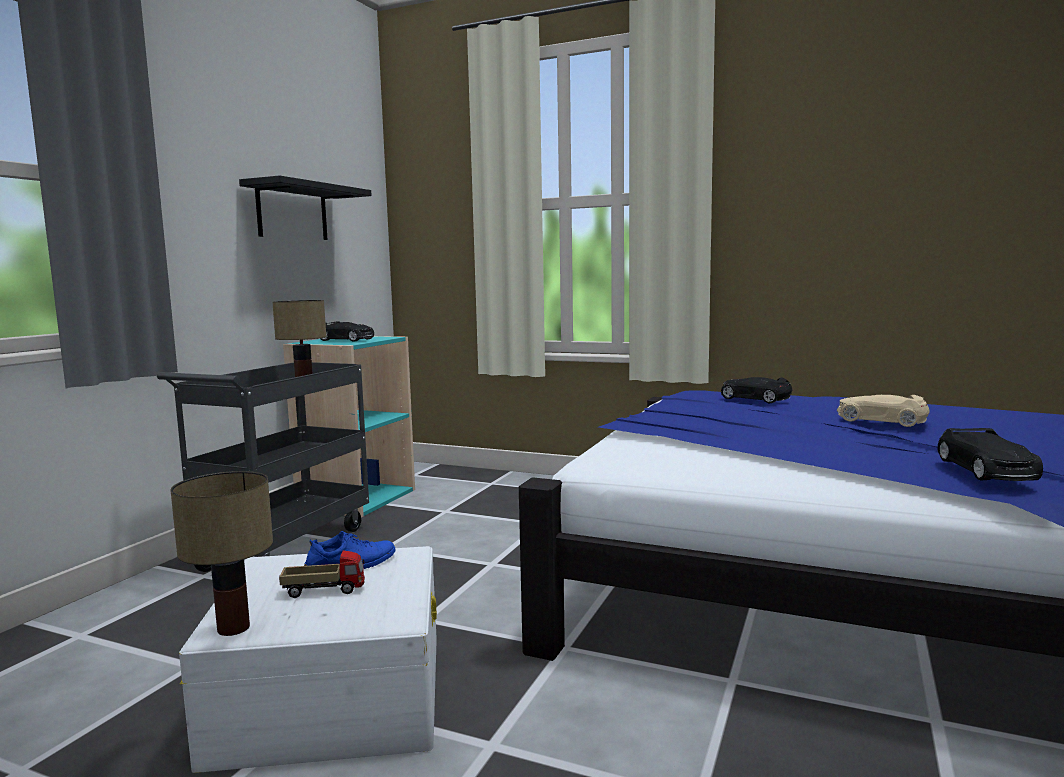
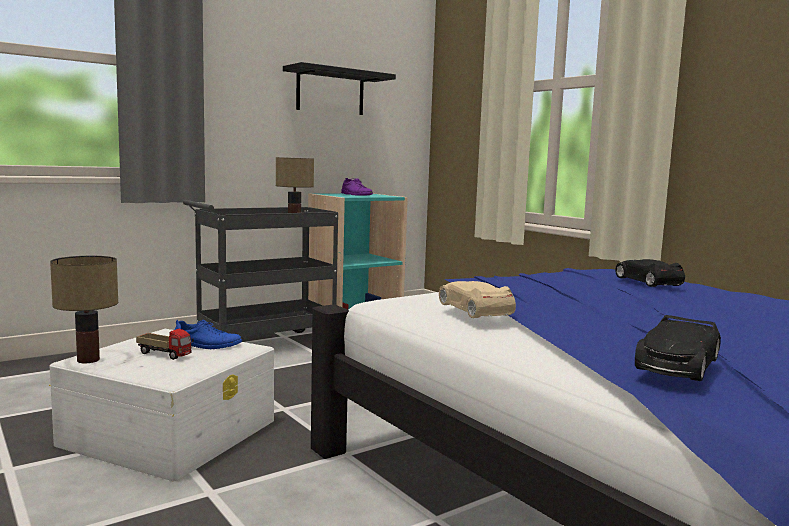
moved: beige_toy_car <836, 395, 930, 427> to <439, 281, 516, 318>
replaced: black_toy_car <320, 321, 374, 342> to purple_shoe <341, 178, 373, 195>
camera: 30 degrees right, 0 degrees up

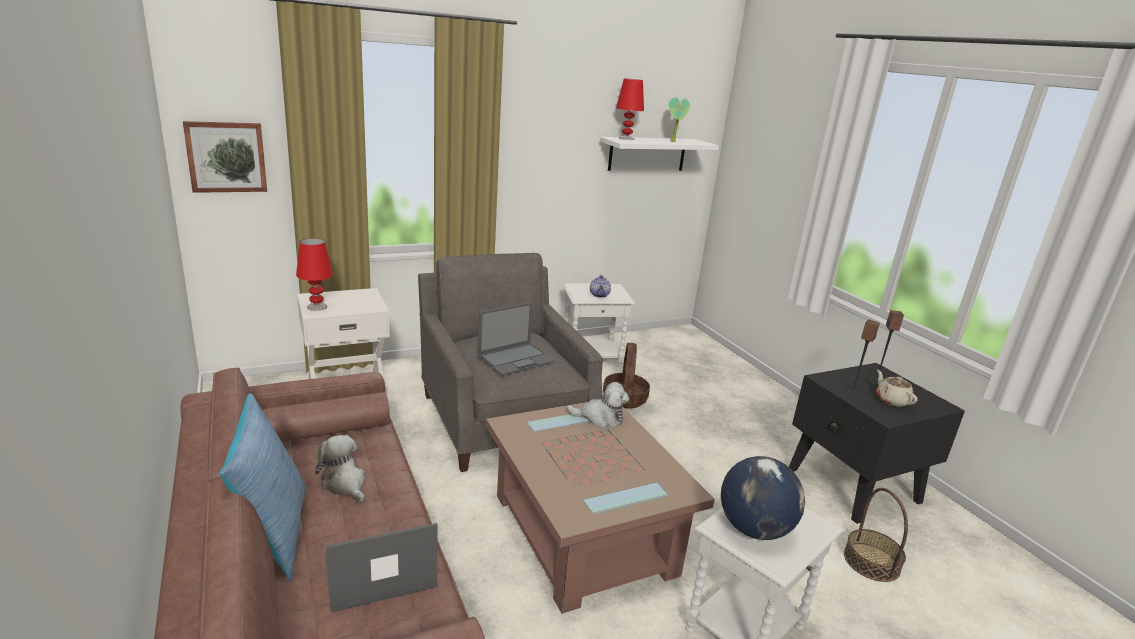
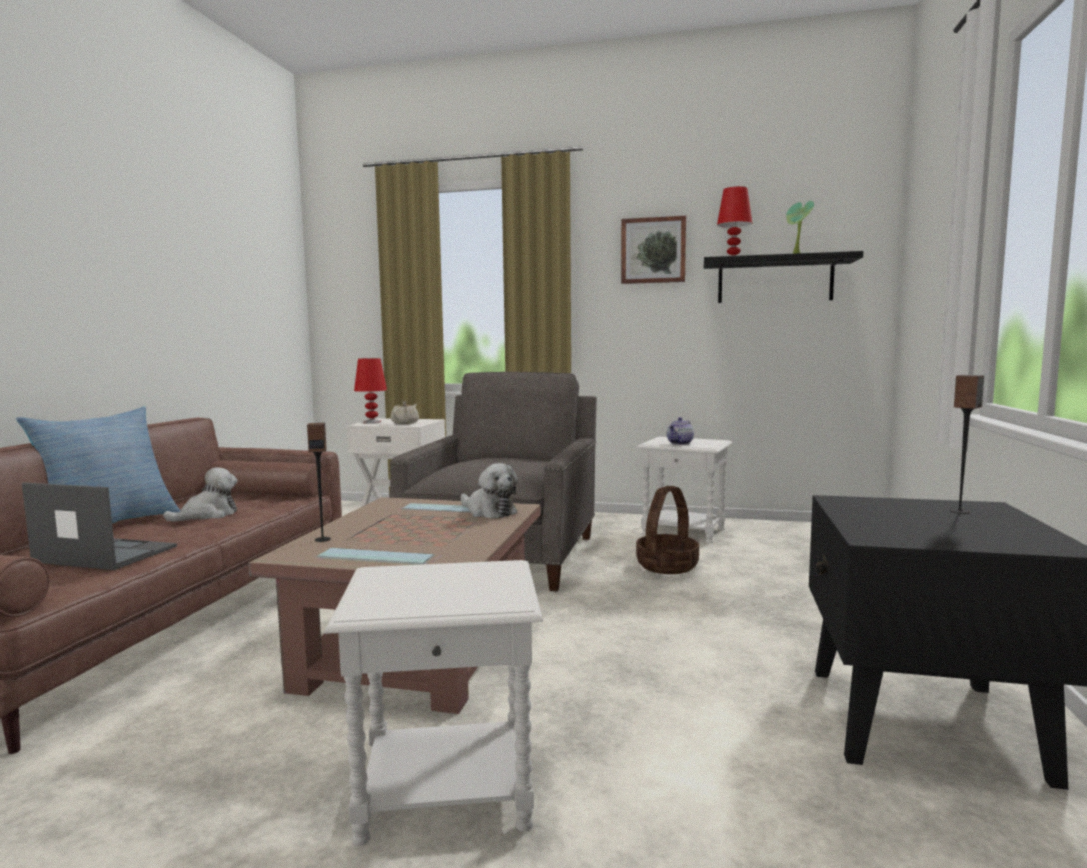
removed: laptop <477, 302, 555, 376>; globe <721, 456, 805, 540>; basket <844, 488, 908, 582>
moved: picture <183, 121, 267, 193> to <621, 216, 686, 284>; speaker <848, 320, 880, 394> to <307, 423, 331, 542>; beige_teapot <877, 370, 918, 407> to <391, 401, 419, 424>
recoloured: white_shelf <600, 137, 719, 171> to black_shelf <704, 251, 863, 303>
turned: plush_toy <315, 435, 365, 503> = <163, 467, 238, 522> 45 degrees clockwise
camera: 40 degrees right, 15 degrees down

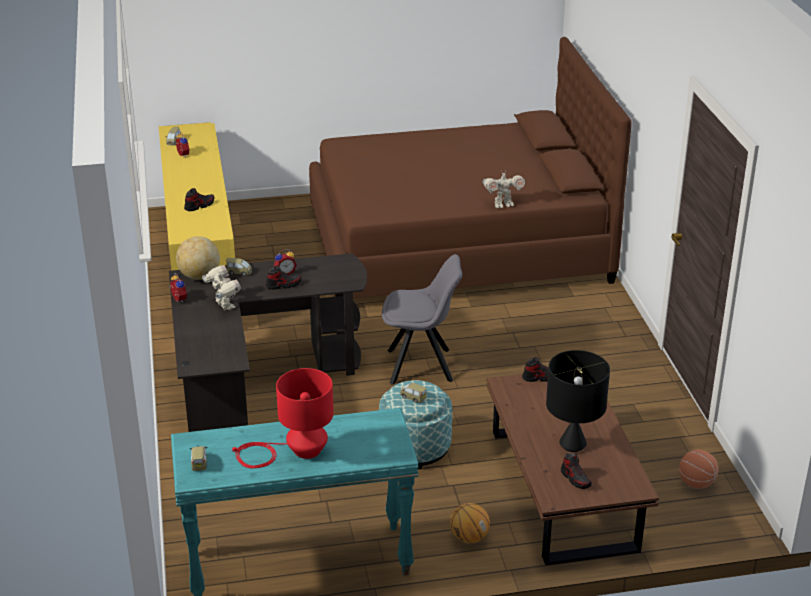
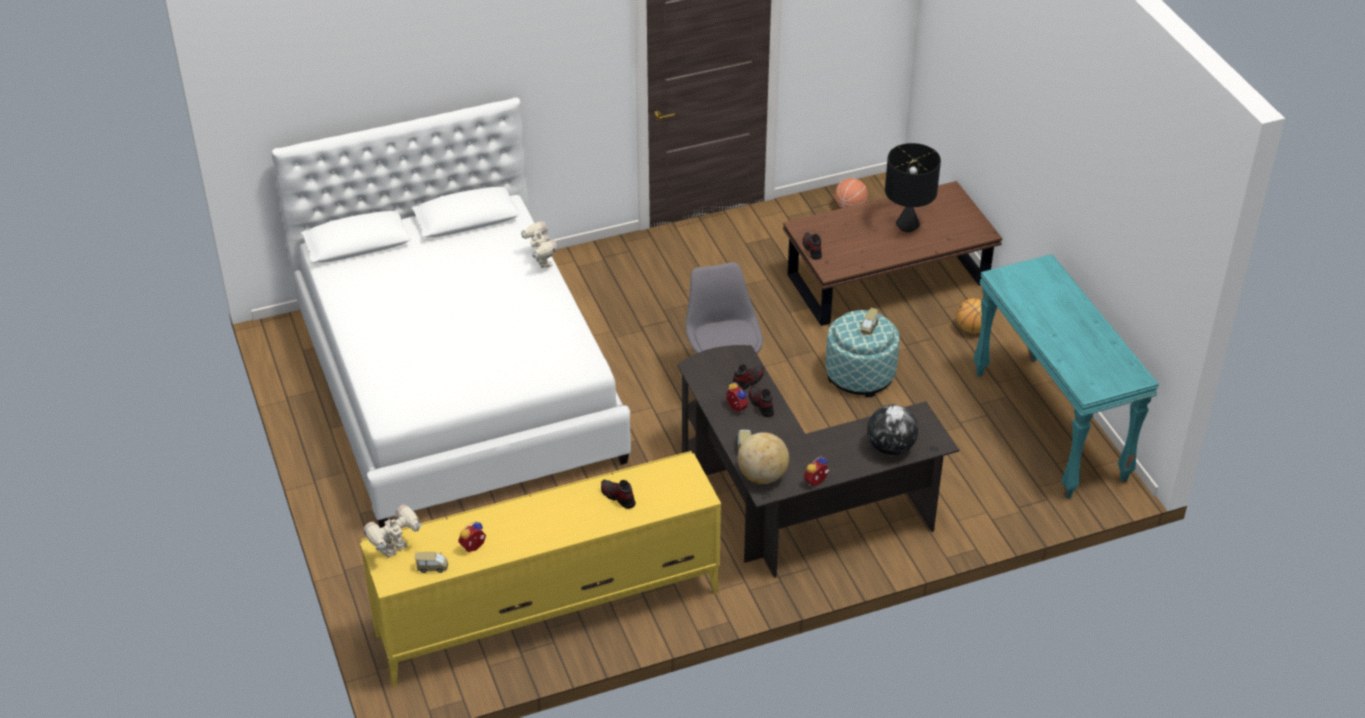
removed: toy_car <190, 446, 208, 471>; red_table_lamp <232, 368, 334, 468>
added: globe <867, 404, 918, 455>
moved: toy_robot <202, 265, 241, 311> to <363, 504, 422, 558>; shoe <561, 453, 592, 489> to <733, 364, 764, 390>
recoloured: brown_bed <309, 37, 632, 298> to white_bed <272, 98, 631, 528>
camera: 100 degrees left, 10 degrees up

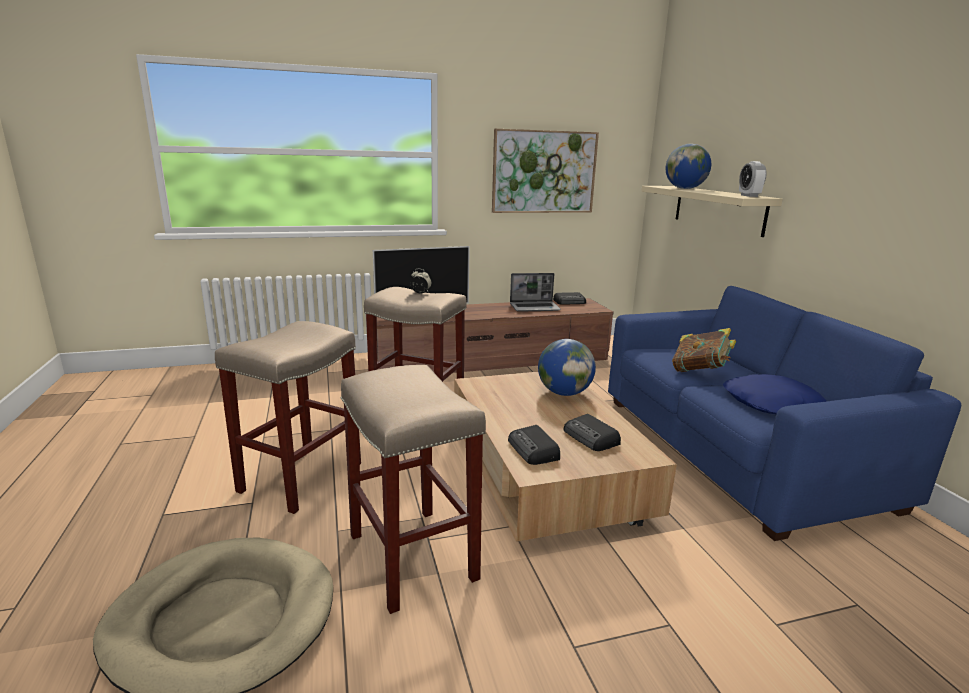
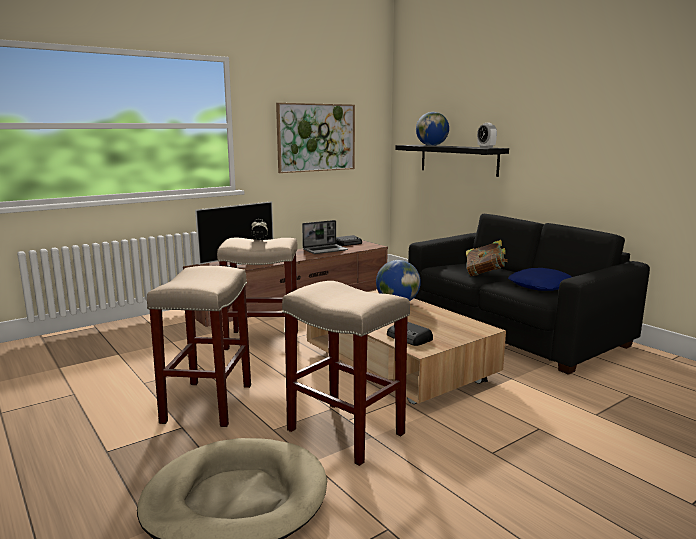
removed: radio <563, 414, 621, 451>
recoloured: blue_sofa <608, 286, 961, 541> to black_sofa <408, 214, 650, 375>; beige_shelf <641, 186, 783, 237> to black_shelf <396, 145, 509, 177>
camera: 20 degrees left, 5 degrees down

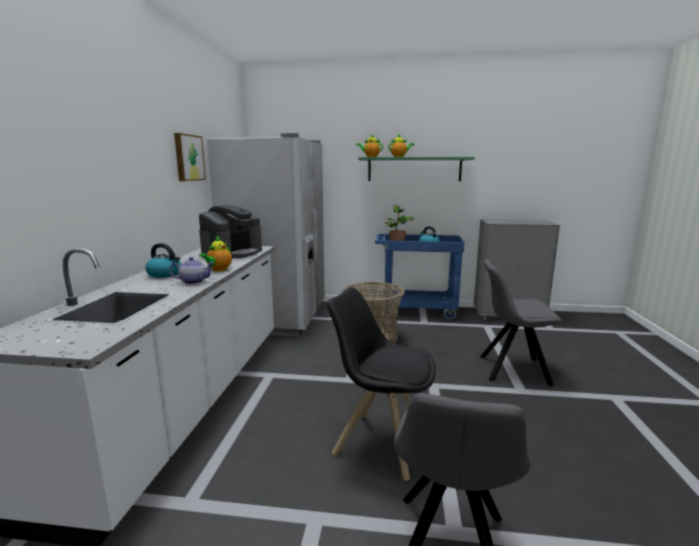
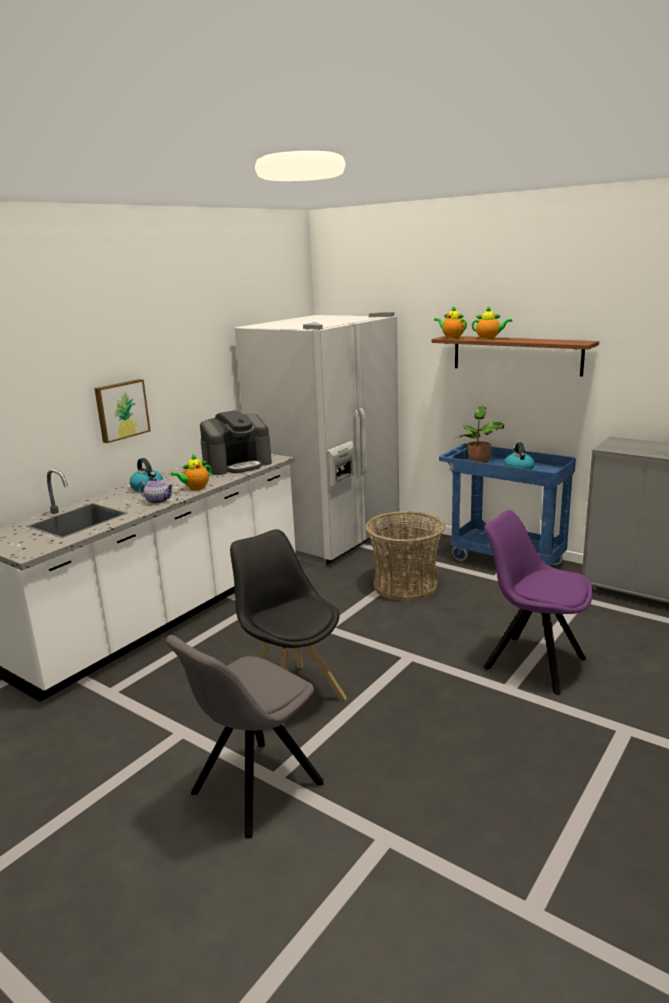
moved: picture <174, 133, 206, 181> to <94, 379, 151, 443>
recoloured: green_shelf <358, 157, 475, 181> to brown_shelf <431, 336, 599, 376>; grey_chair <480, 259, 562, 387> to purple_chair <483, 510, 593, 695>
camera: 30 degrees right, 5 degrees up

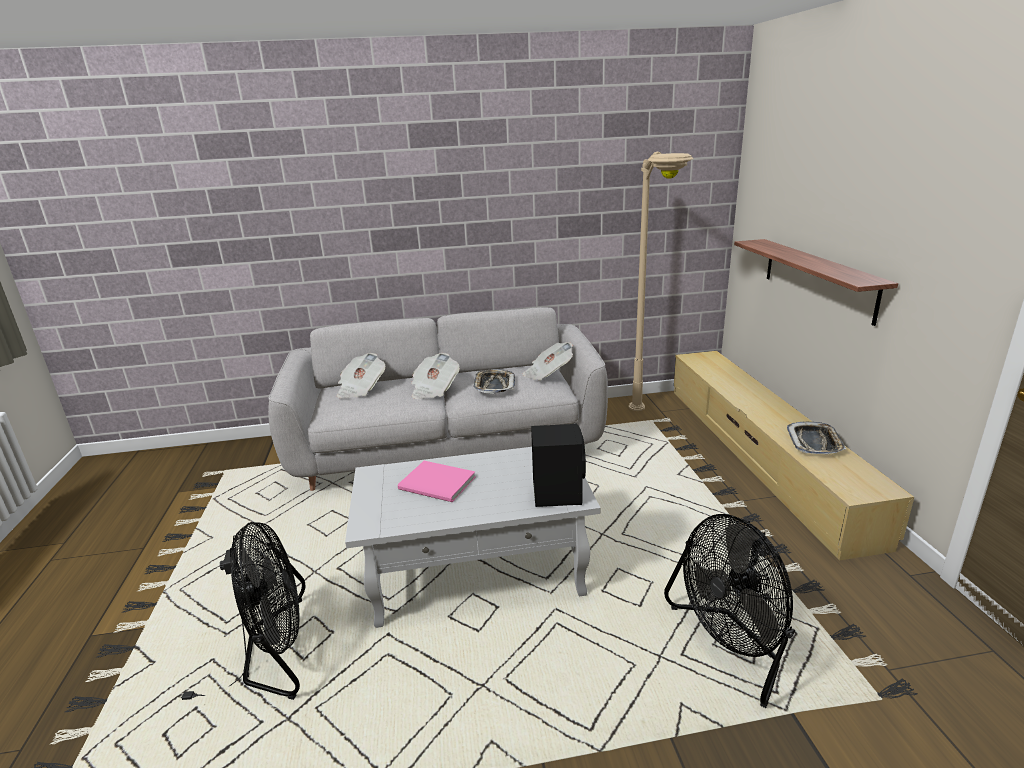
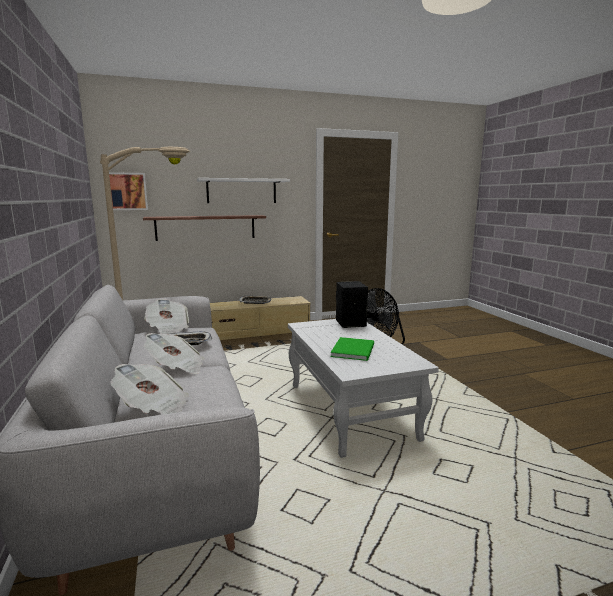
removed: black_fan <180, 522, 305, 700>
added: picture <109, 172, 148, 210>; white_shelf <197, 178, 290, 203>
recoloured: pink_book <398, 461, 476, 502> to green_book <331, 337, 374, 361>
camera: 100 degrees left, 10 degrees down

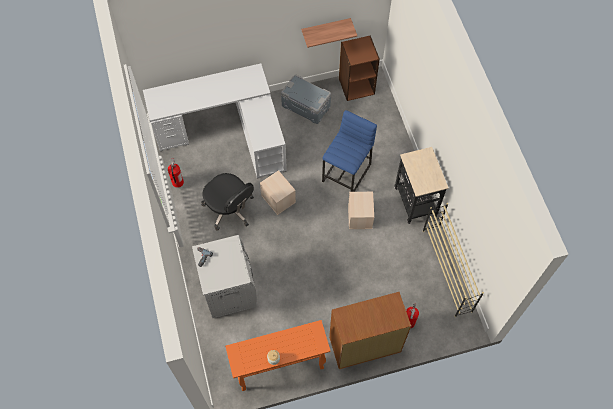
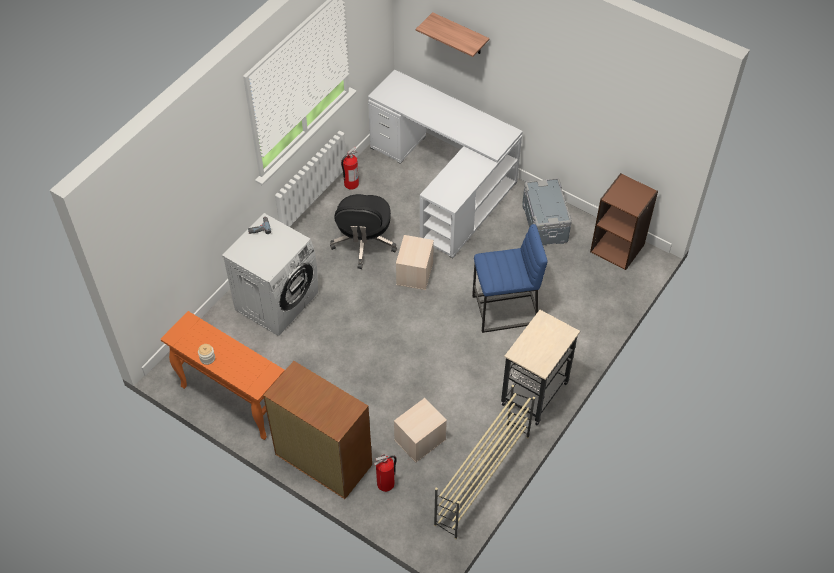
moved: shelf <301, 18, 357, 48> to <416, 12, 489, 57>; beige_storage_box <348, 192, 374, 229> to <394, 398, 447, 463>
camera: 50 degrees right, 10 degrees down

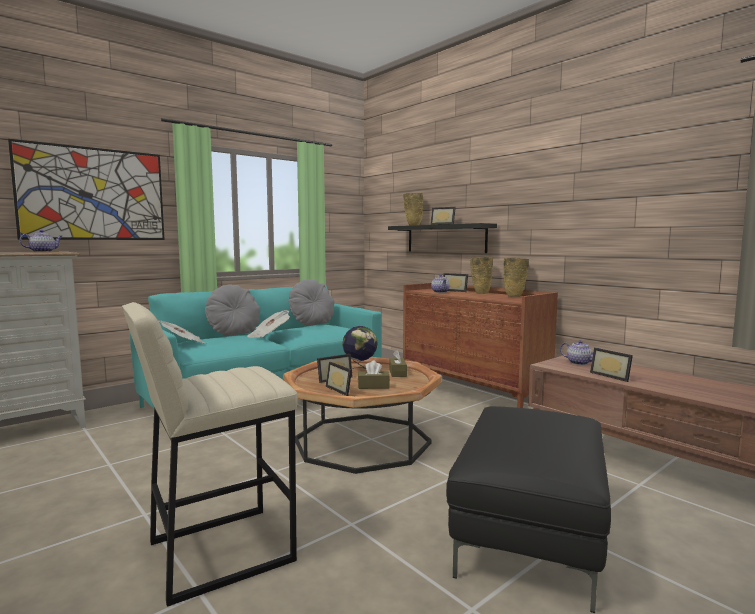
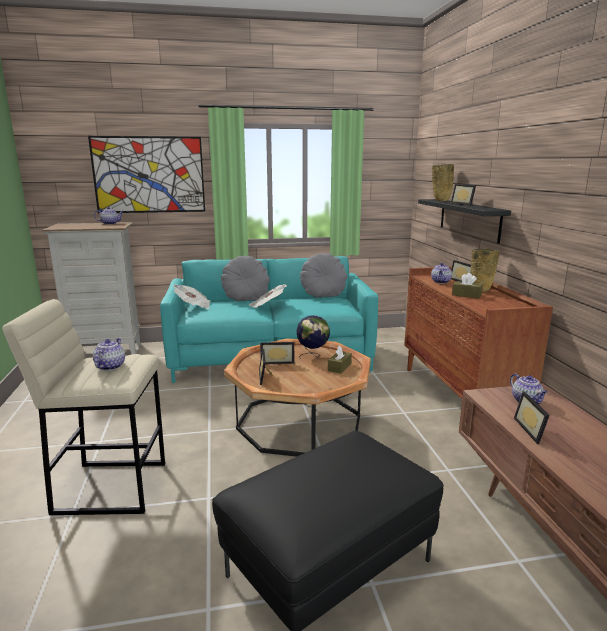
removed: beige_vase <504, 258, 529, 297>
added: teapot <93, 338, 125, 370>
moved: brown_tissue_box <358, 360, 390, 389> to <452, 273, 483, 299>
camera: 30 degrees right, 10 degrees up

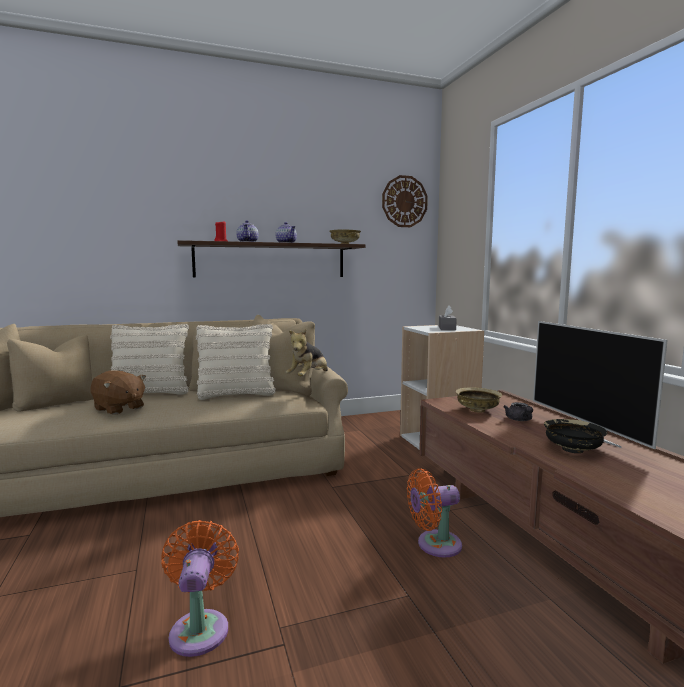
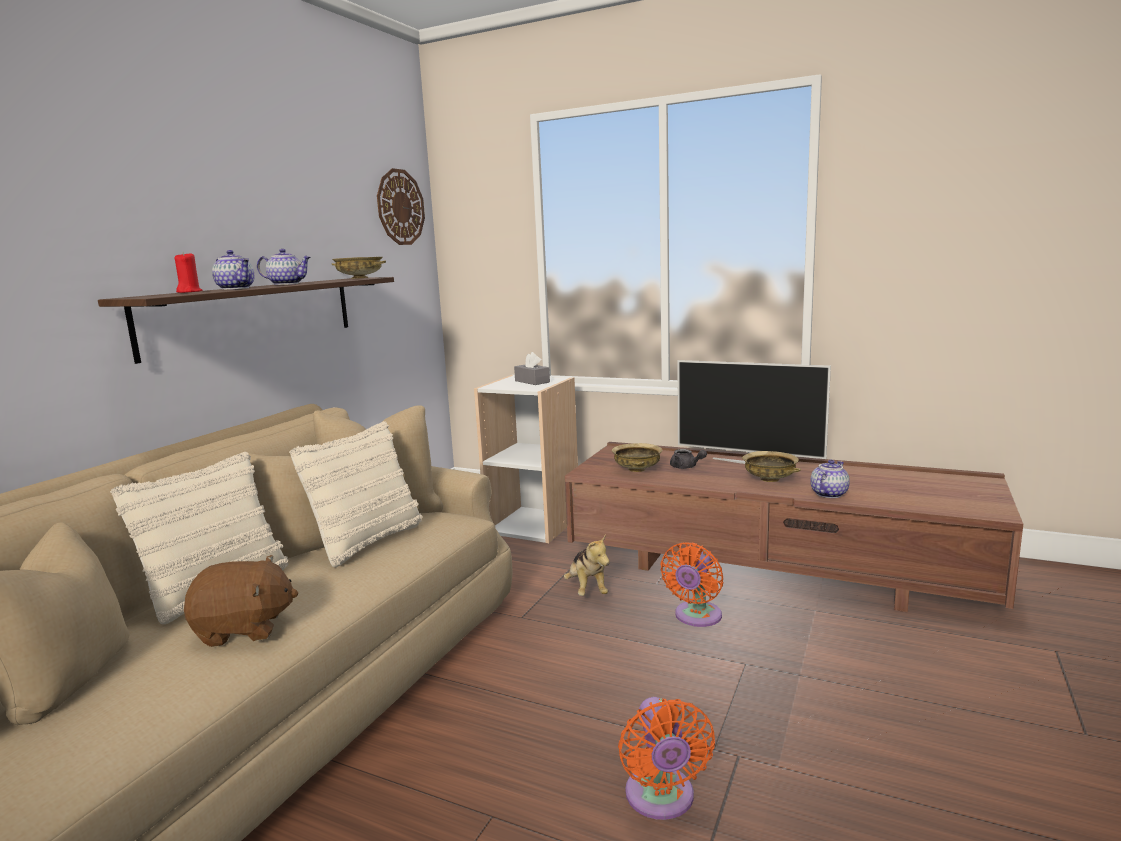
added: teapot <810, 460, 850, 498>
moved: plush_toy <286, 329, 328, 376> to <564, 534, 610, 596>
recoloured: black_bowl <544, 419, 608, 453> to beige_bowl <742, 451, 801, 482>
turned: orange_fan <161, 520, 239, 657> = <618, 697, 715, 820> 135 degrees counterclockwise
camera: 45 degrees left, 5 degrees up

